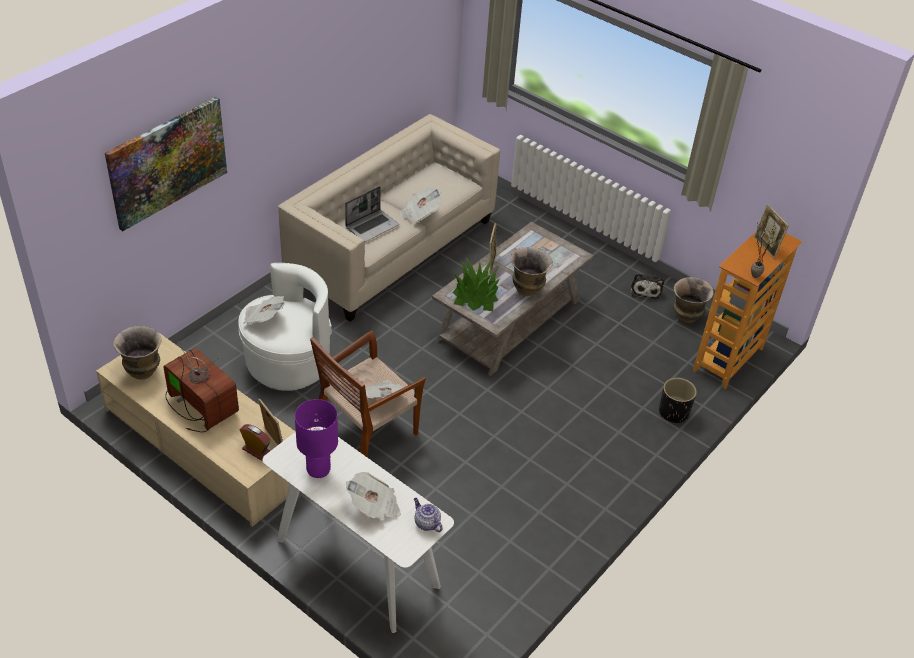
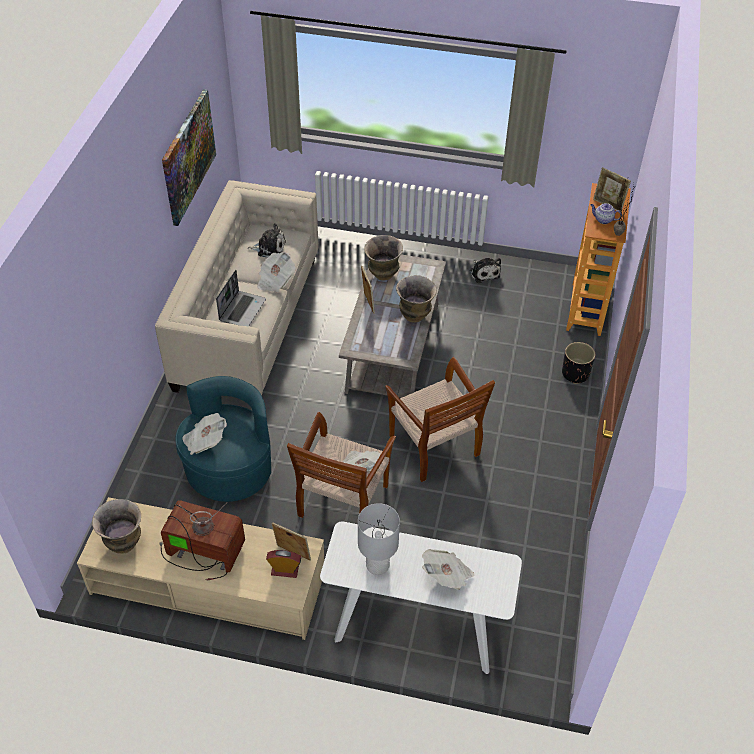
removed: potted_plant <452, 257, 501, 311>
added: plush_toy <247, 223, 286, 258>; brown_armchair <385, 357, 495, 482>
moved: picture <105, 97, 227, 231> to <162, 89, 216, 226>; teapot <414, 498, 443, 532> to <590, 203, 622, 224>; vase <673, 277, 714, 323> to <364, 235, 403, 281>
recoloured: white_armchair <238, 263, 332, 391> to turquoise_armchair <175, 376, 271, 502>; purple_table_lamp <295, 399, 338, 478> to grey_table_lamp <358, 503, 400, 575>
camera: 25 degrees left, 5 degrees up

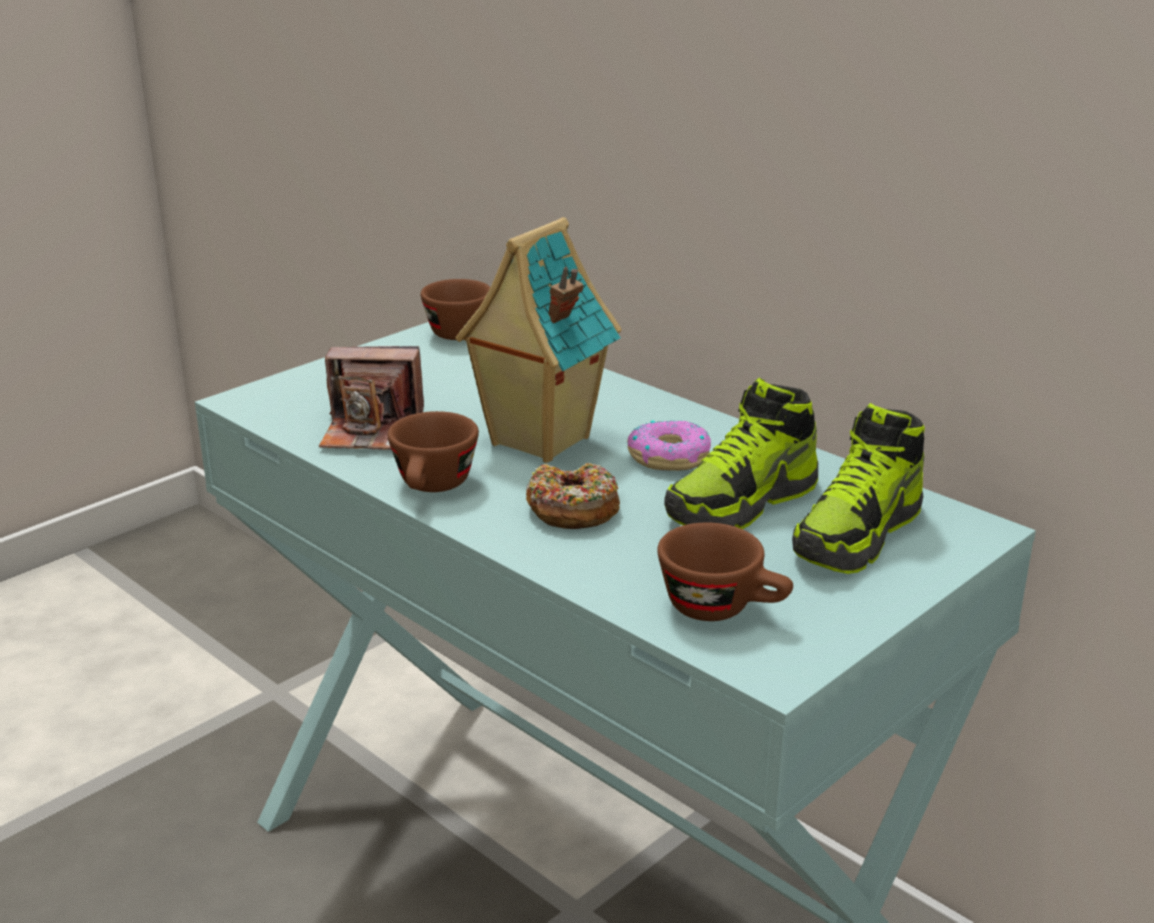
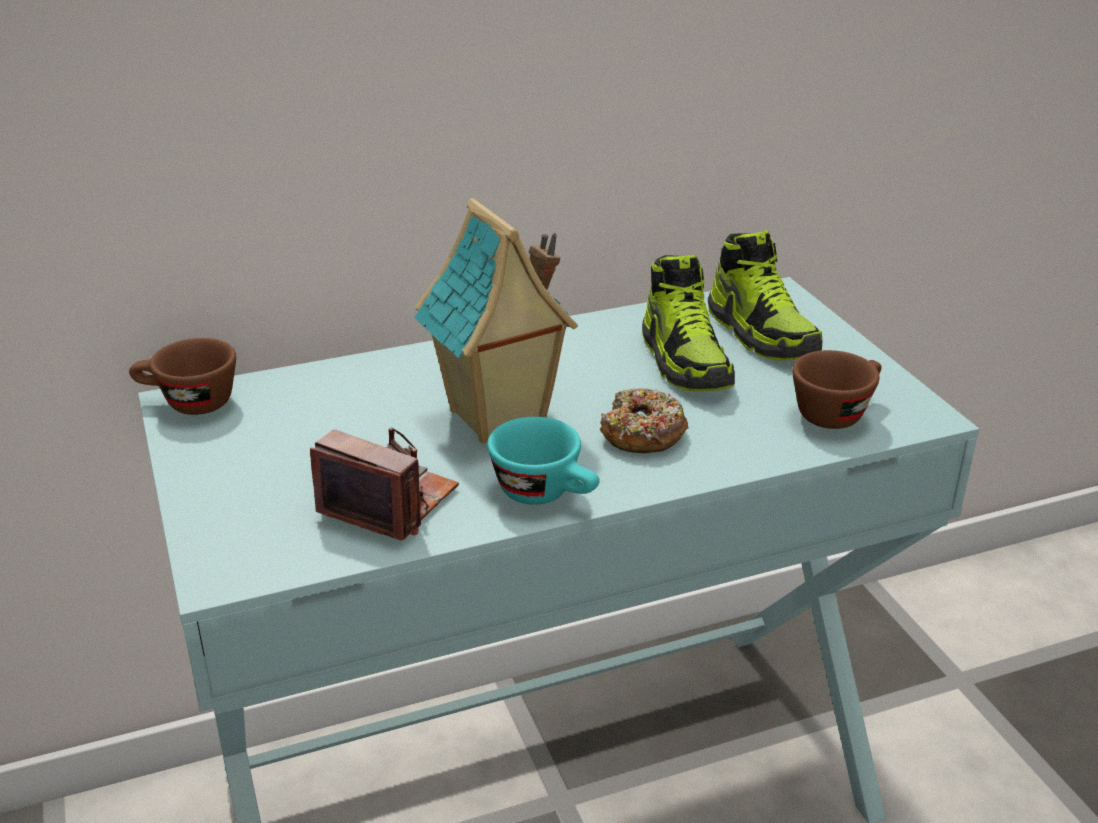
removed: donut <627, 420, 711, 471>
recoloured: brown_cup <387, 411, 479, 492> to turquoise_cup <487, 417, 600, 505>
turned: photo_camera <319, 346, 424, 450> = <310, 427, 459, 540> 90 degrees counterclockwise
camera: 65 degrees left, 5 degrees up

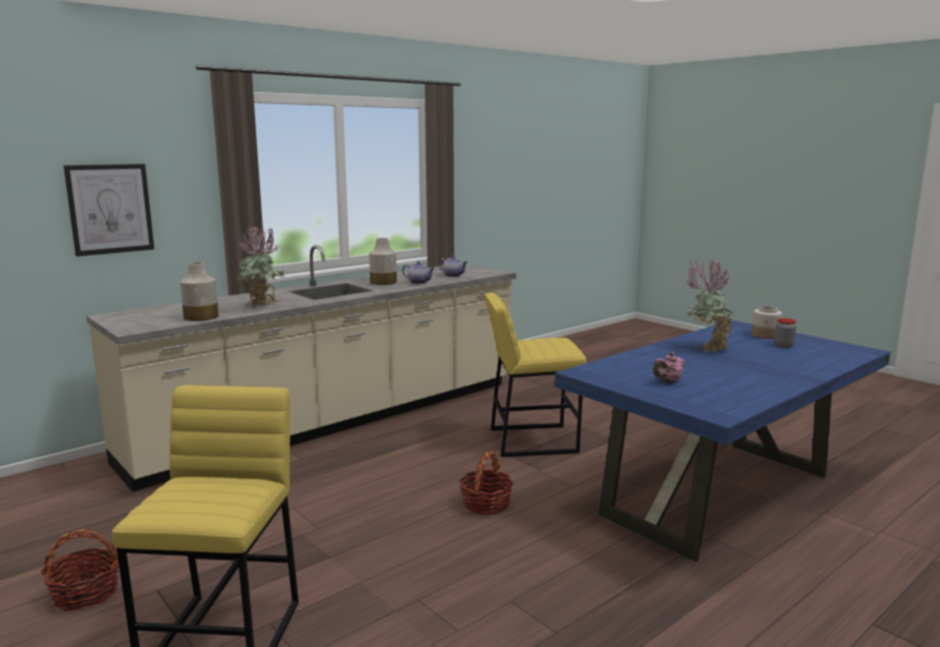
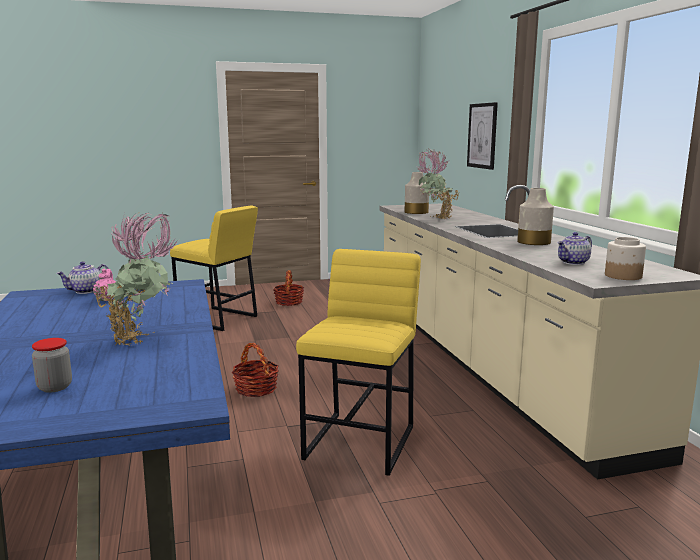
moved: teapot <402, 261, 435, 284> to <56, 261, 109, 294>; jar <752, 306, 782, 339> to <605, 237, 646, 280>
camera: 115 degrees right, 0 degrees up

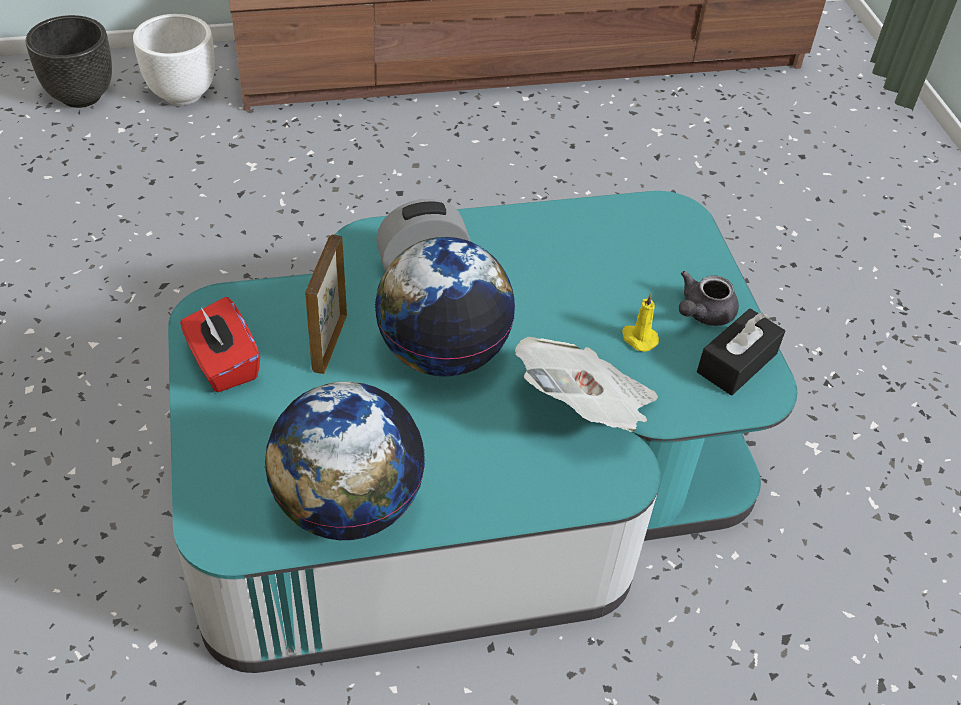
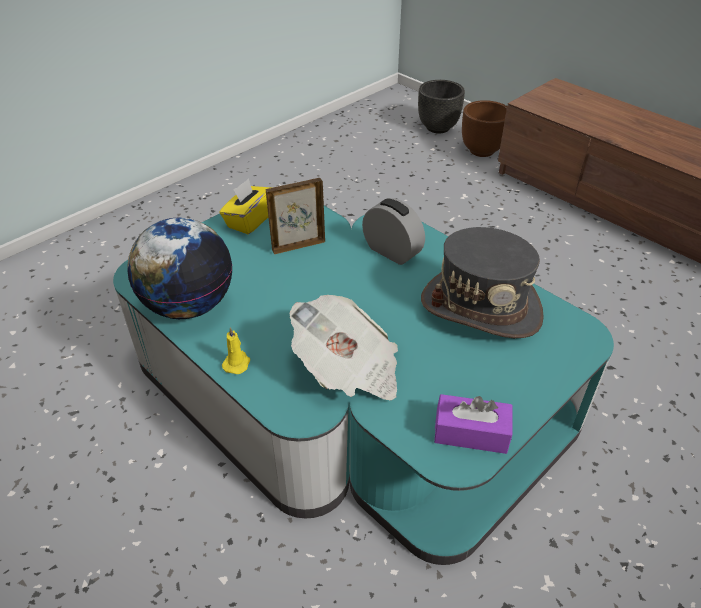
removed: globe <375, 237, 515, 377>; grey_teapot <679, 271, 739, 326>
added: grey_hat <421, 227, 544, 338>
moved: yellow_candle <622, 293, 659, 352> to <222, 327, 250, 374>
recoloured: white_planter <133, 14, 215, 105> to brown_planter <462, 100, 507, 157>; red_tissue_box <180, 297, 260, 392> to yellow_tissue_box <219, 178, 271, 234>; black_tissue_box <697, 308, 785, 396> to purple_tissue_box <434, 394, 512, 454>
camera: 60 degrees right, 5 degrees down

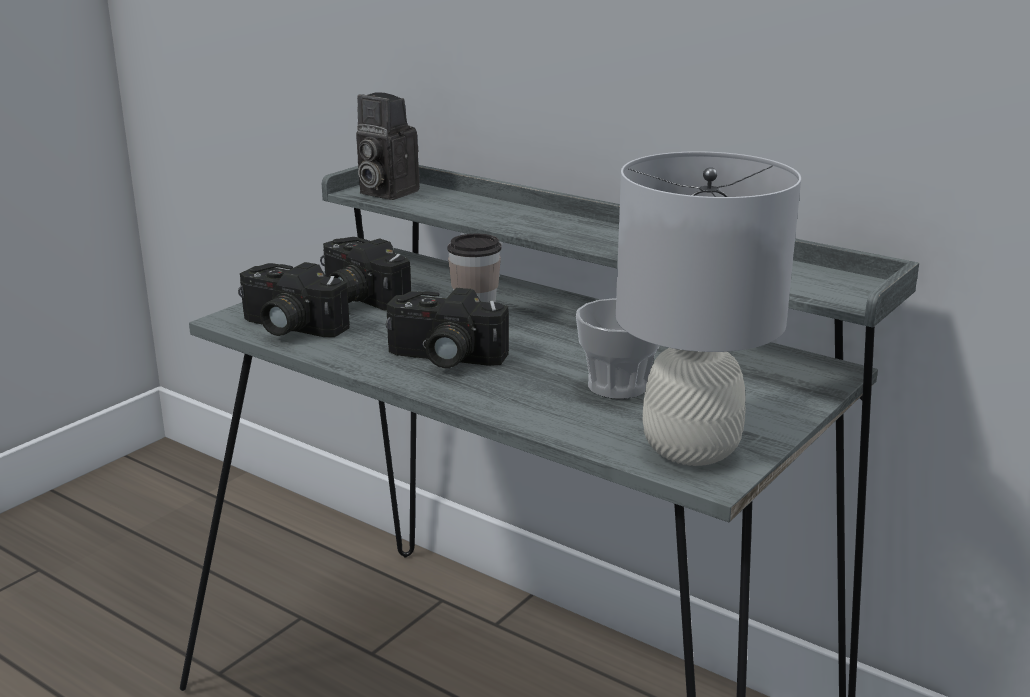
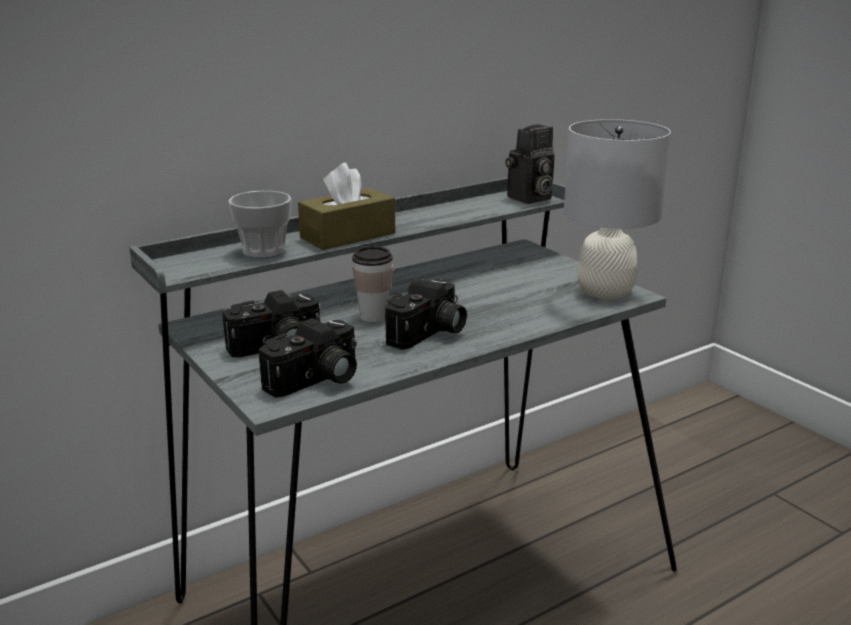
added: brown_tissue_box <298, 163, 395, 250>
moved: photo_camera <356, 92, 420, 200> to <505, 124, 555, 204>; cup <576, 298, 660, 399> to <228, 191, 292, 258>
camera: 70 degrees left, 0 degrees up

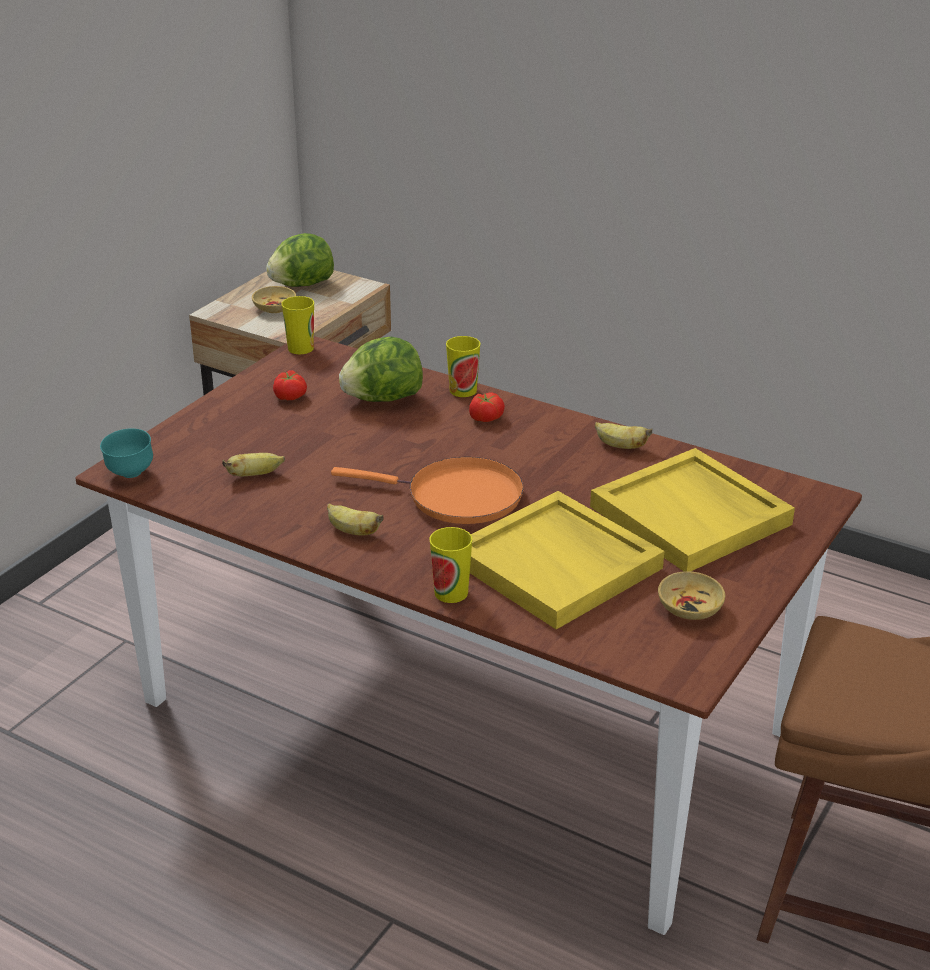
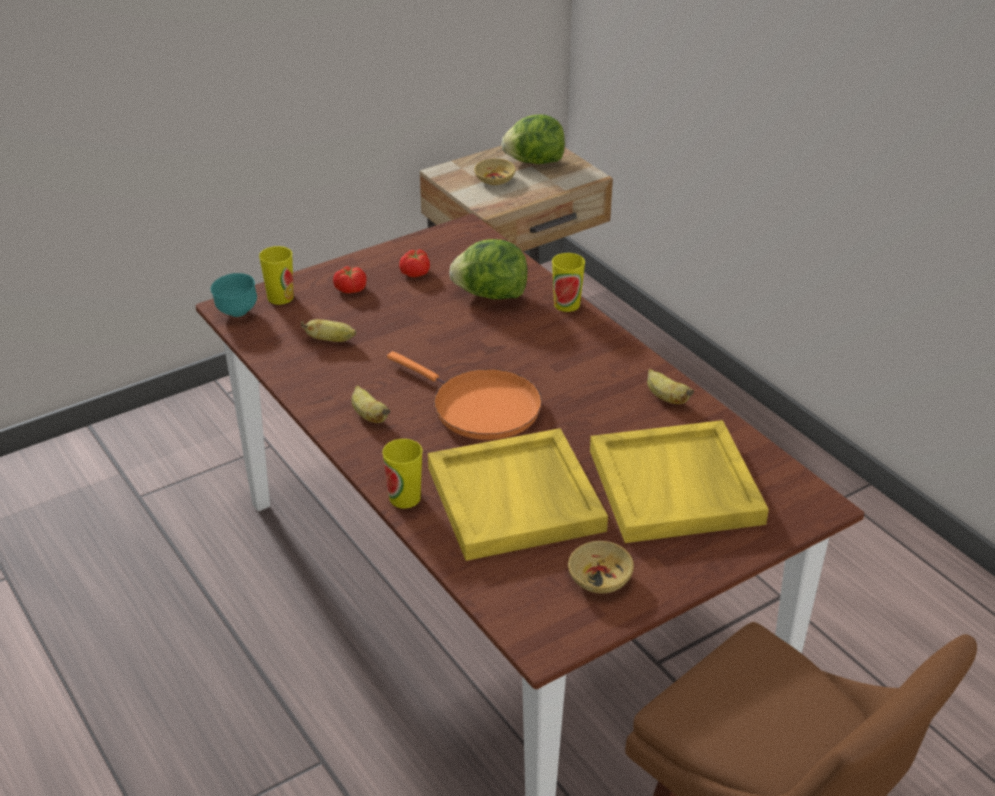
moved: cup <281, 296, 314, 354> to <259, 246, 293, 305>; tomato <469, 393, 505, 422> to <333, 266, 367, 293>
camera: 25 degrees right, 5 degrees up

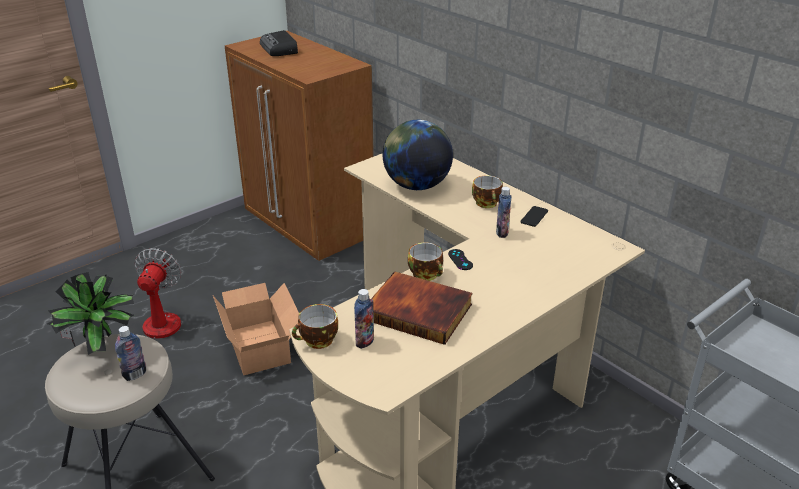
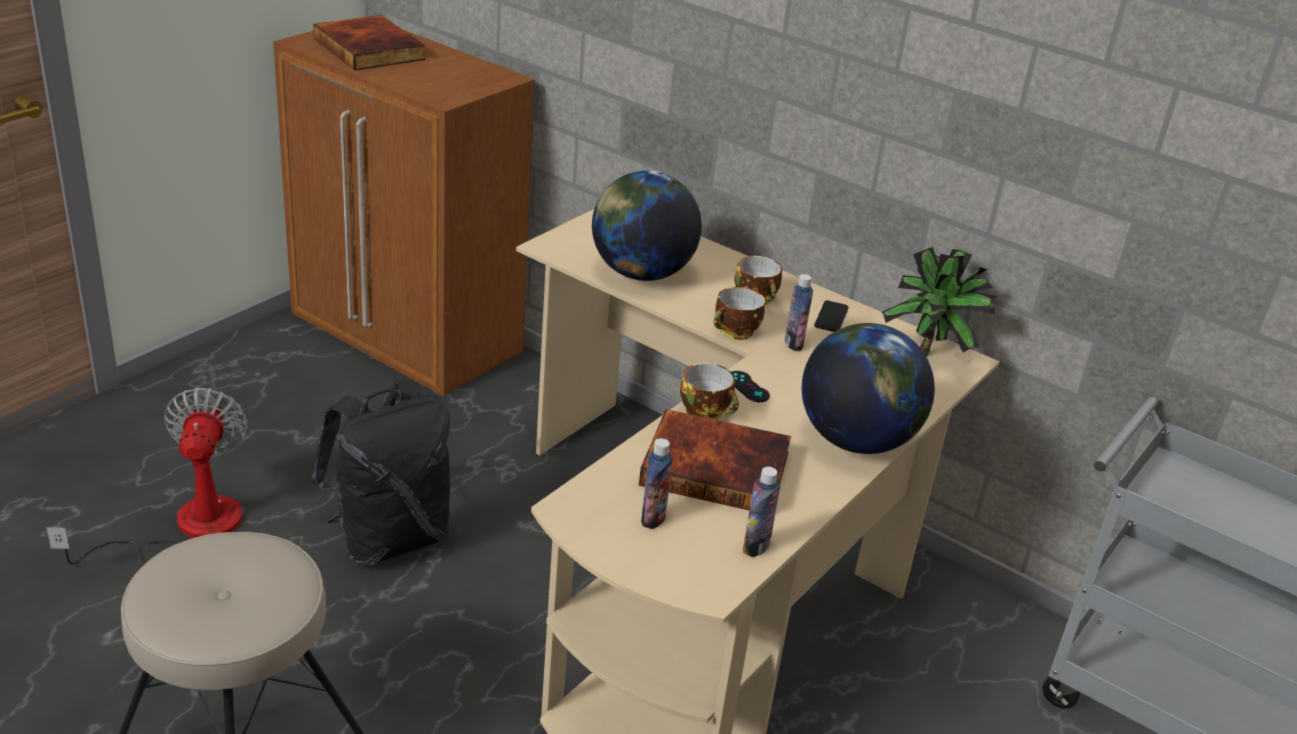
added: globe <802, 323, 935, 454>
moved: potted_plant <47, 272, 134, 355> to <882, 247, 997, 357>; bottle <115, 326, 146, 381> to <743, 467, 780, 557>; cup <292, 304, 338, 349> to <714, 287, 765, 340>
replaced: cardboard_box <213, 283, 299, 375> to black_backpack <312, 381, 450, 565>; radio <260, 30, 298, 56> to book <313, 15, 425, 71>
camera: 15 degrees left, 0 degrees up

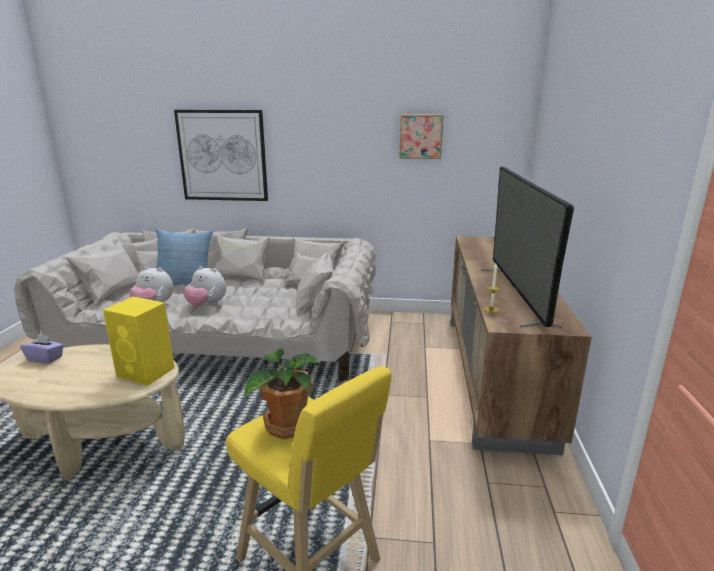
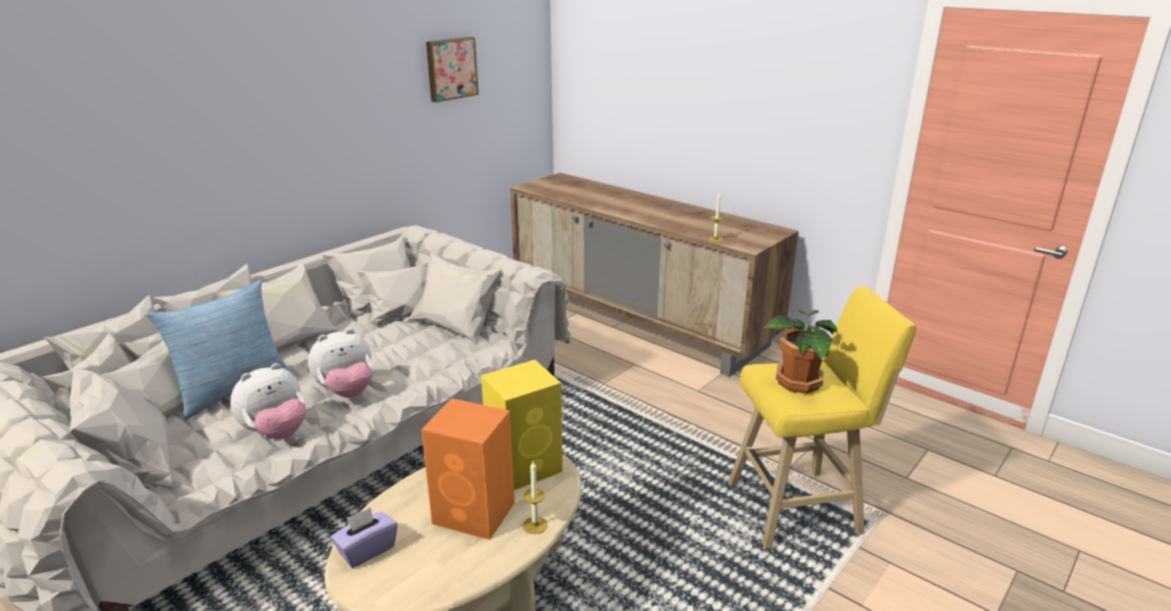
removed: picture <174, 110, 268, 201>; television <482, 167, 574, 328>
added: orange_speaker <421, 398, 515, 540>; candle <523, 462, 548, 534>
camera: 55 degrees left, 5 degrees up

